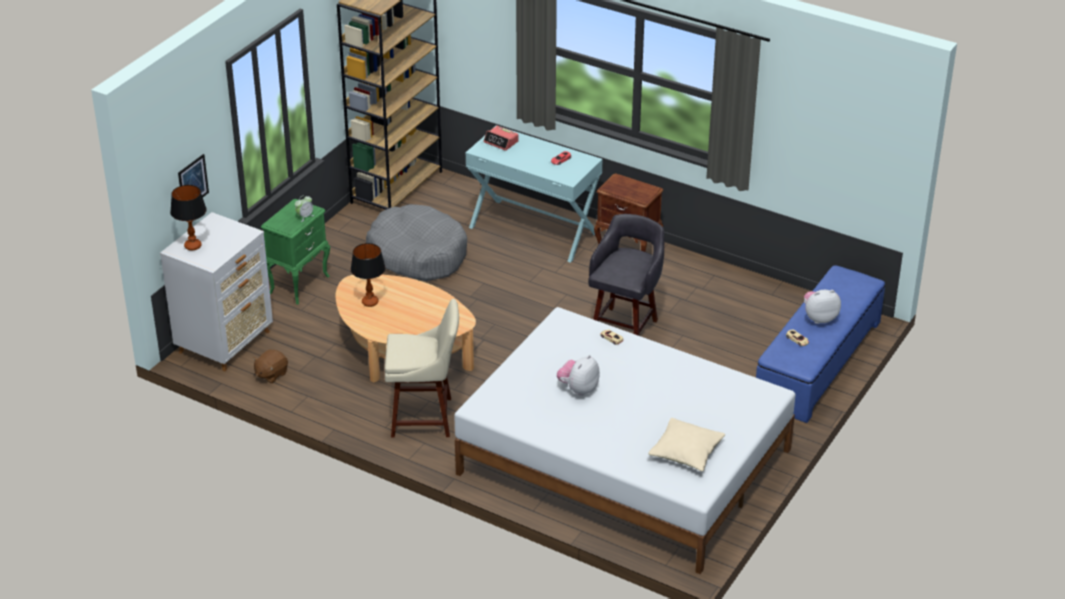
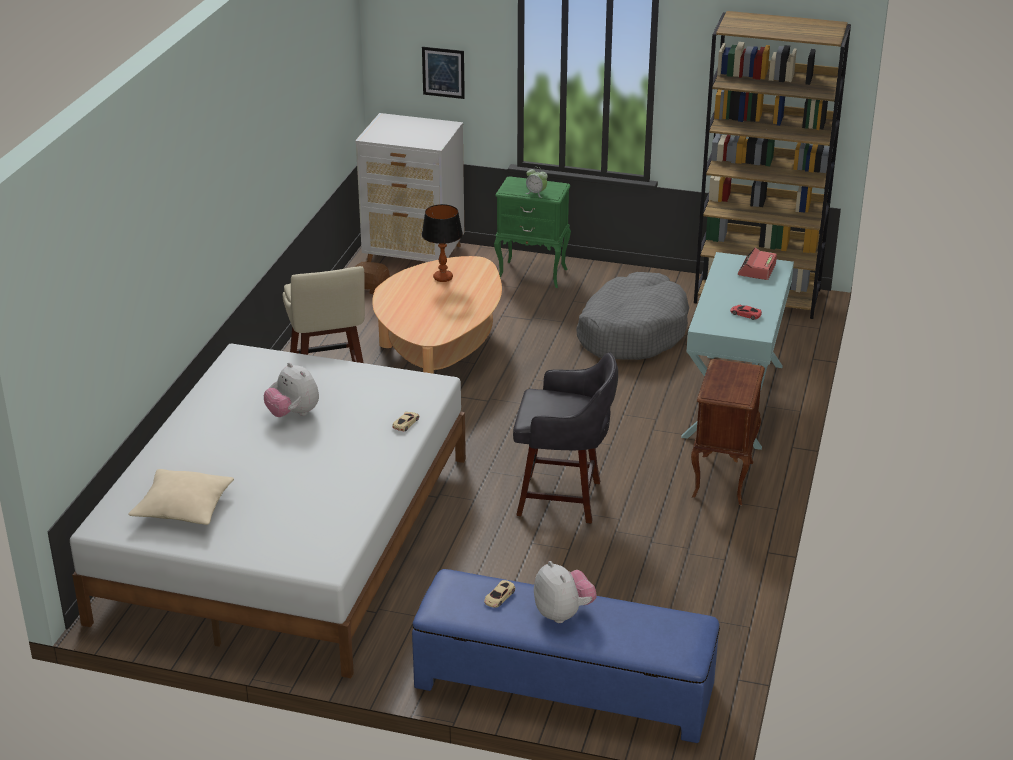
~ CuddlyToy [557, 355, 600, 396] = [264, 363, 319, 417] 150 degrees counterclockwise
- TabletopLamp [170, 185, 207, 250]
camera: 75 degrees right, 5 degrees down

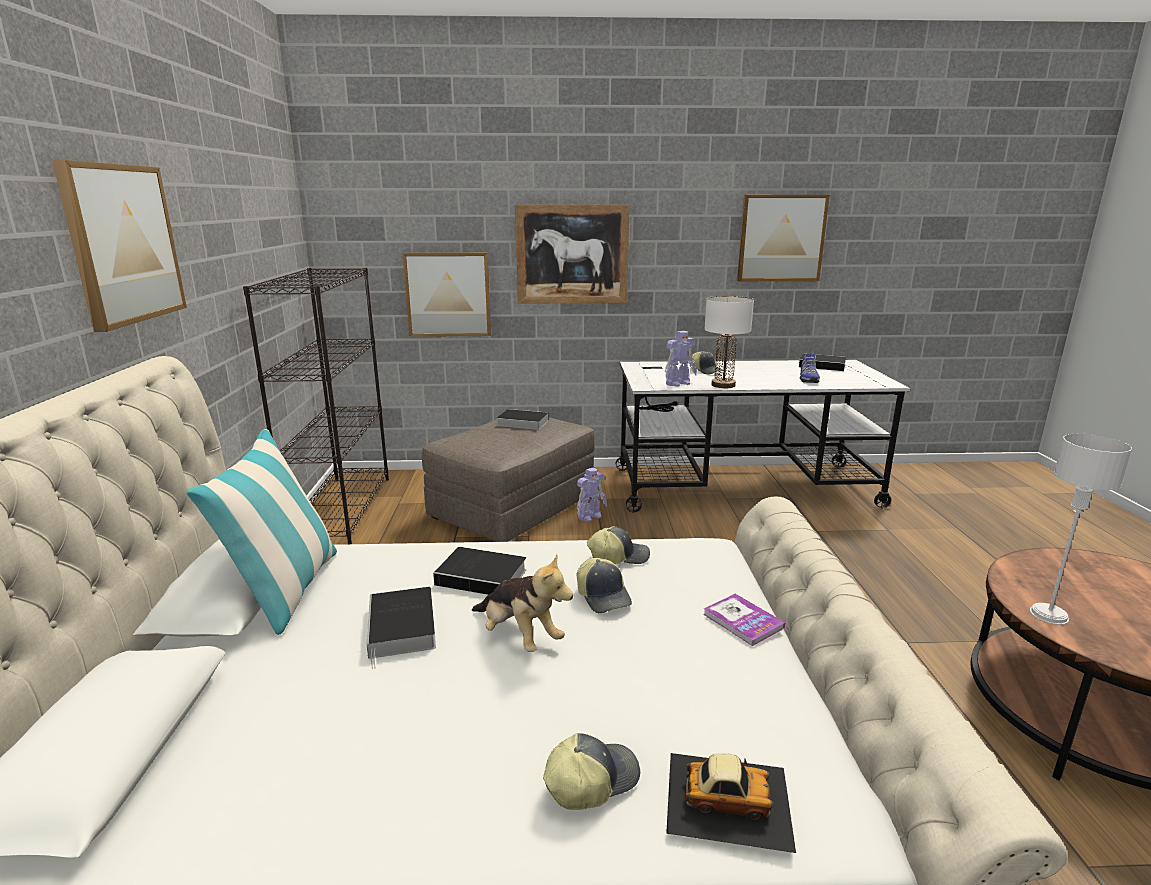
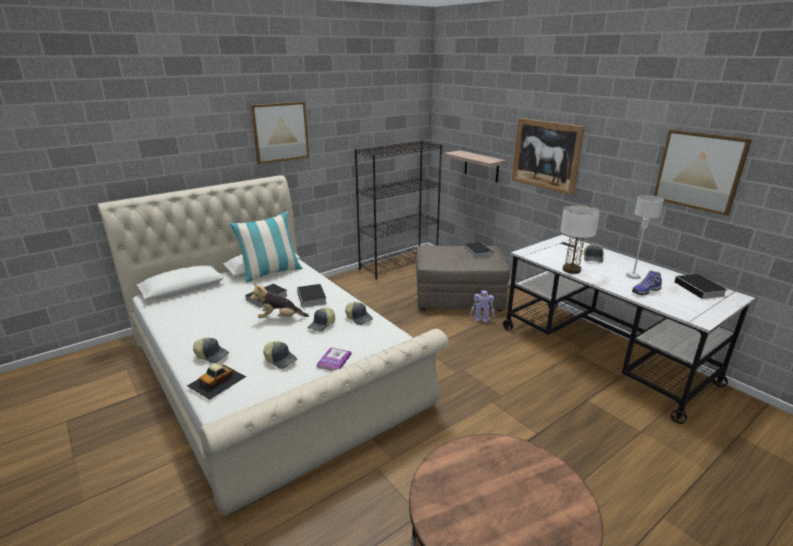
~ ModelCar [666, 753, 796, 853] = [187, 364, 246, 400] 60 degrees clockwise
~ CuddlyToy [472, 555, 573, 652] = [250, 284, 309, 318] 75 degrees clockwise
+ Cap [263, 341, 297, 369]
~ Picture [402, 252, 491, 337] to WallShelf [444, 150, 506, 182]
~ GreyishTabletopLamp [1030, 434, 1132, 625] to [625, 195, 664, 279]
- ToyRobot [665, 331, 697, 387]
camera: 55 degrees right, 5 degrees up

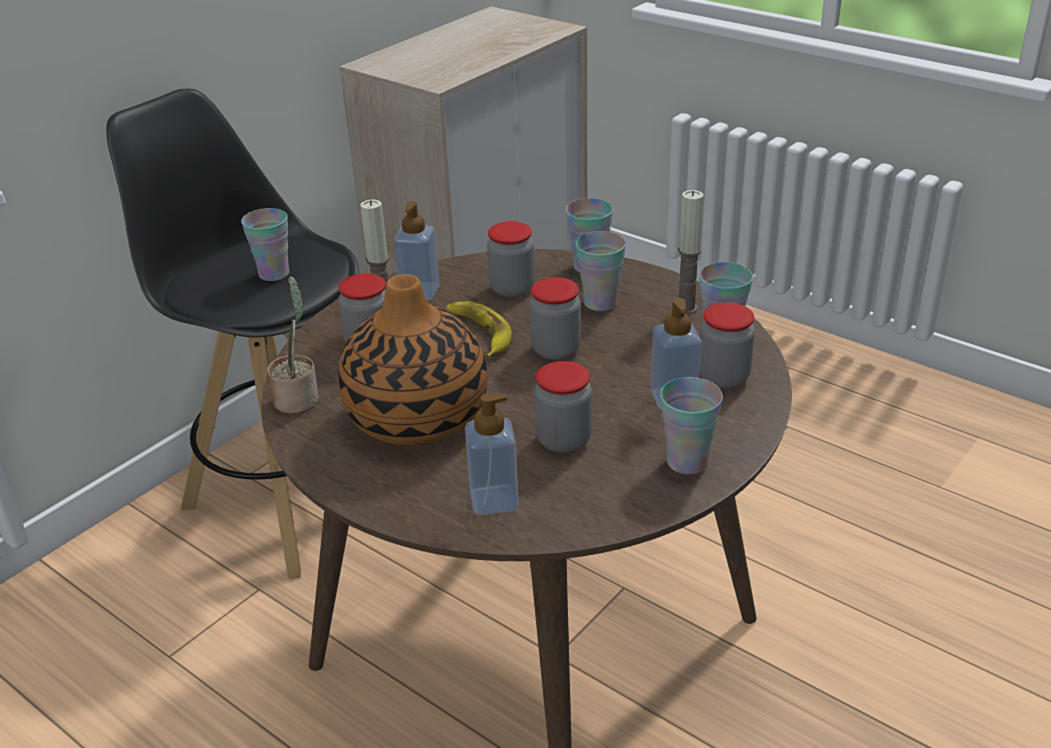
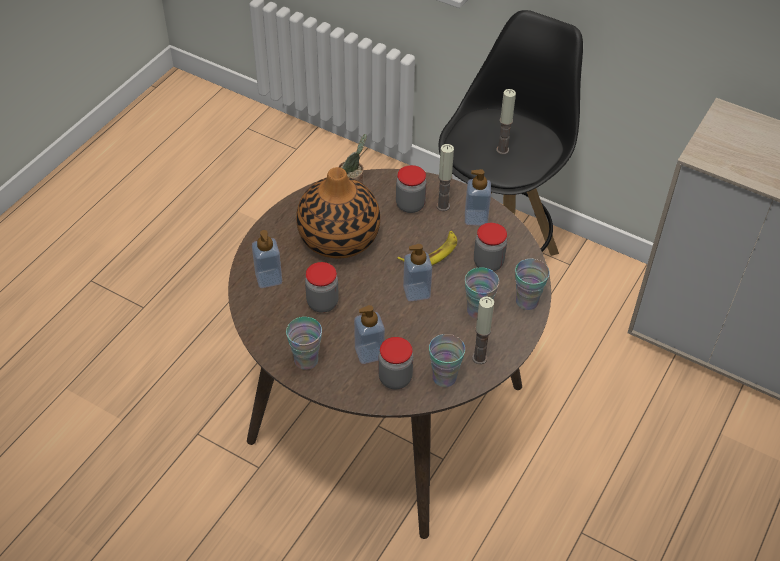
~ Jar [530, 277, 581, 360] to SoapDispenser [403, 244, 432, 301]
~ DrinkingCup [241, 208, 289, 281] to WaxLight [496, 89, 516, 155]
camera: 80 degrees right, 15 degrees up

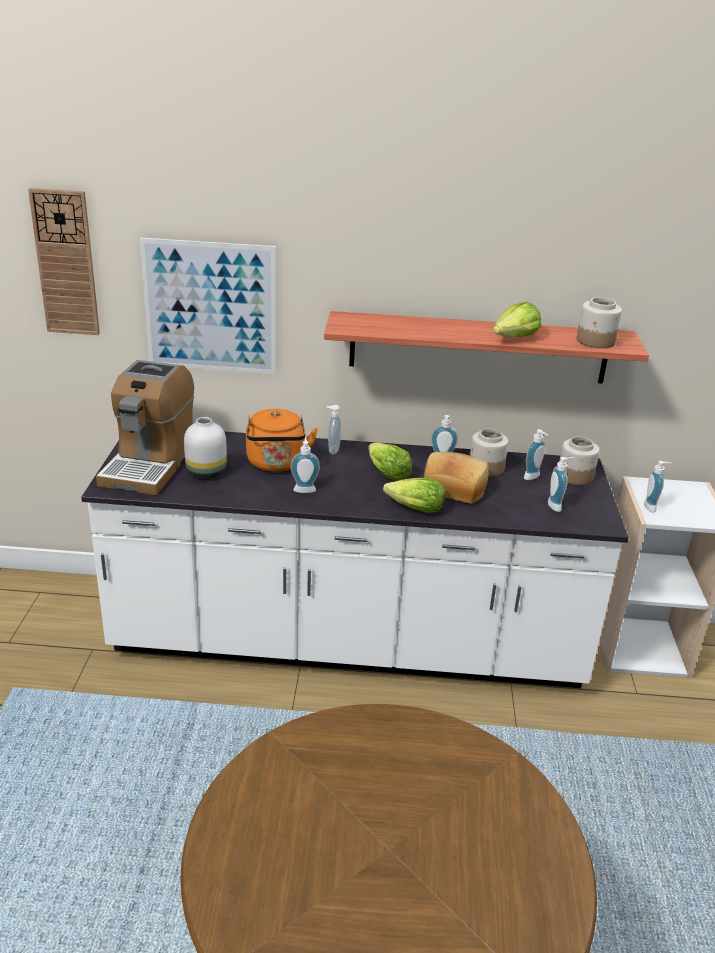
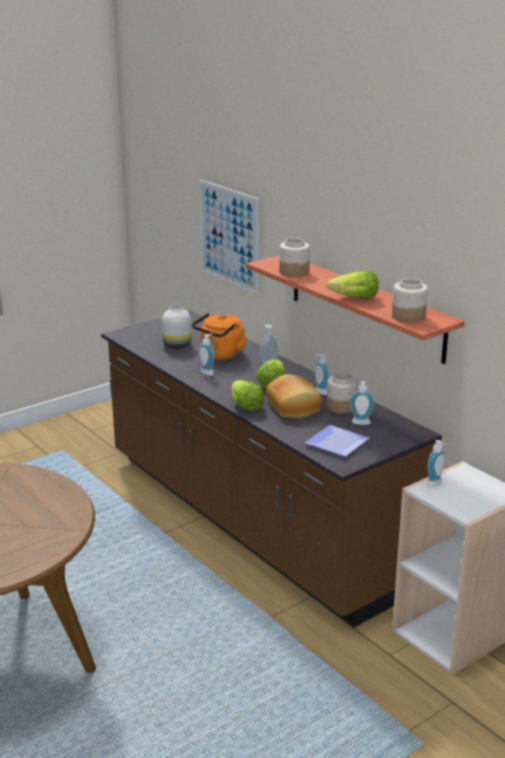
~ WhiteKitchenBaseUnit [81, 431, 629, 688] to BrownishKitchenBaseUnit [101, 310, 442, 627]
~ Jar [559, 436, 599, 485] to [279, 238, 310, 277]
~ SoapDispenser [548, 457, 574, 512] to FlatDish [305, 425, 370, 457]
- HangingClock [28, 188, 100, 335]
- CoffeeMaker [96, 360, 194, 495]
camera: 50 degrees right, 5 degrees down

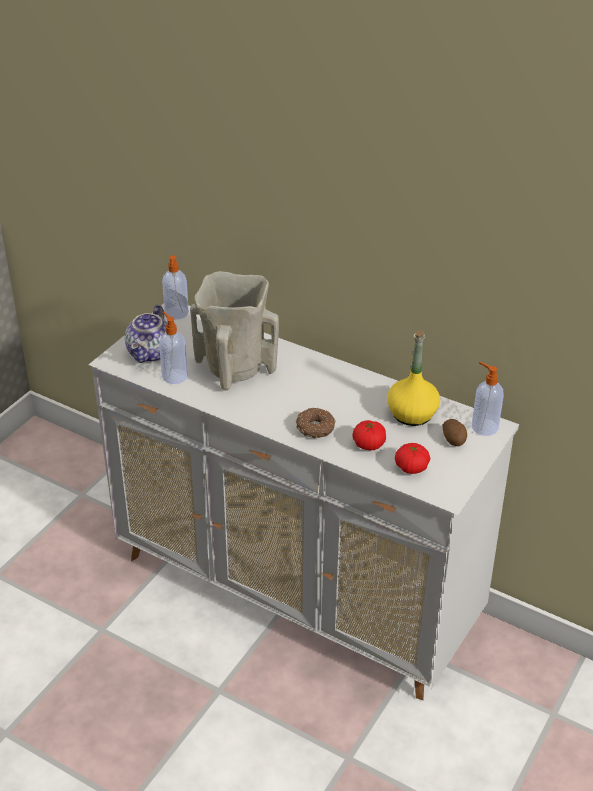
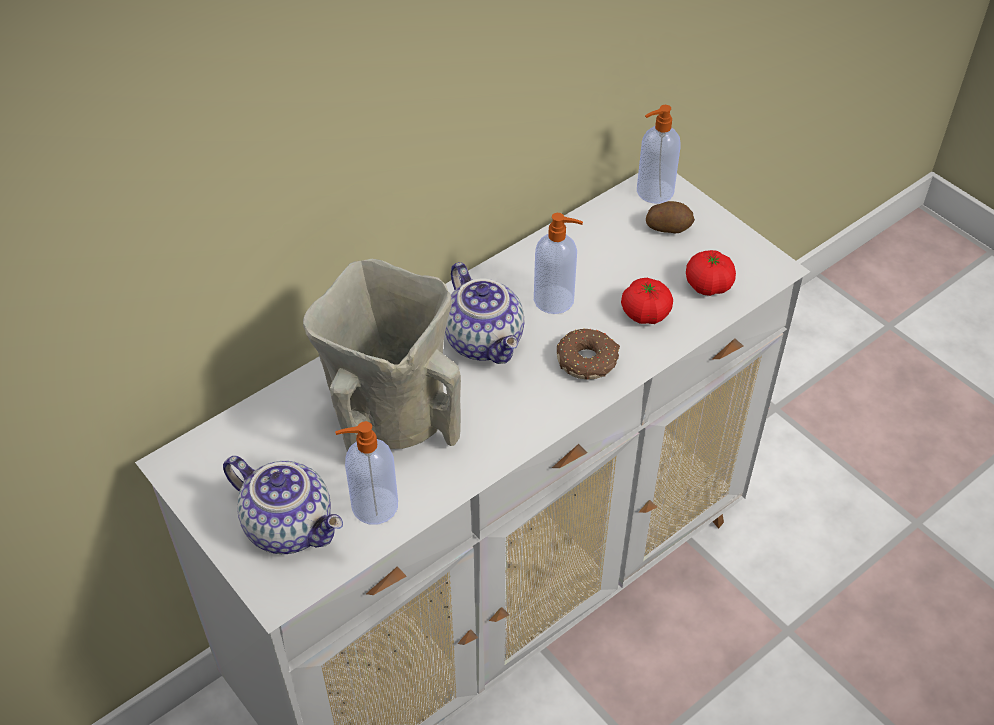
+ TeaPot [445, 262, 524, 364]
~ SoapDispenser [162, 255, 189, 320] to [534, 213, 583, 314]
- YellowColouredDrinkBottle [387, 330, 440, 426]
camera: 70 degrees left, 10 degrees up

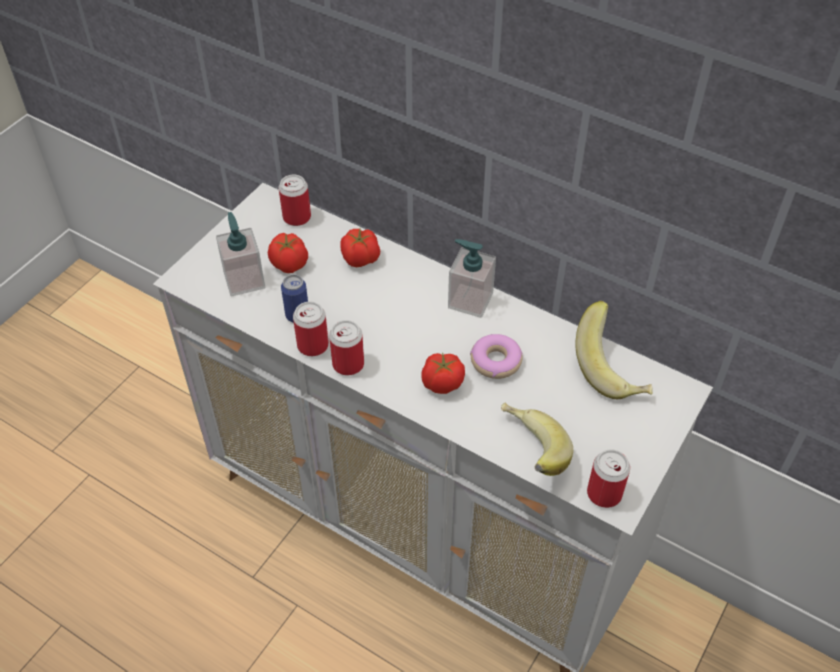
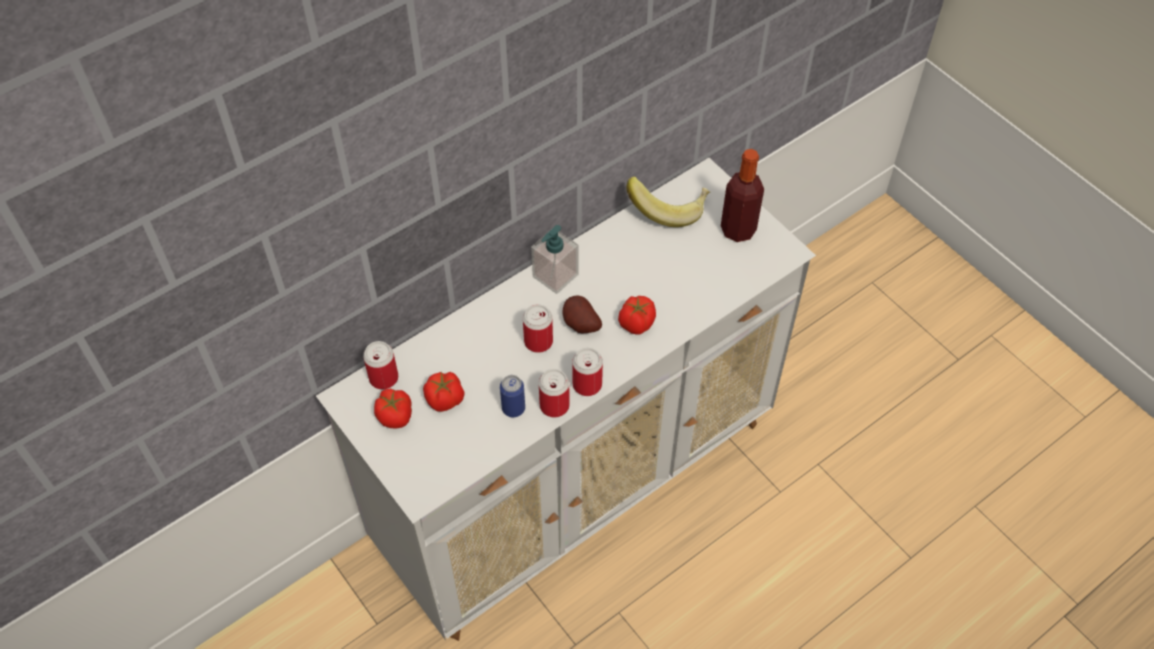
~ FreshTomato [340, 228, 380, 267] to [374, 389, 412, 429]
~ SealedCan [587, 449, 630, 508] to [523, 304, 553, 353]
+ Potato [562, 295, 602, 334]
+ DrinkBottle [721, 149, 764, 242]
- SoapDispenser [216, 212, 265, 297]
- Donut [470, 334, 523, 379]
- WholeBanana [501, 403, 573, 476]
camera: 70 degrees left, 5 degrees up

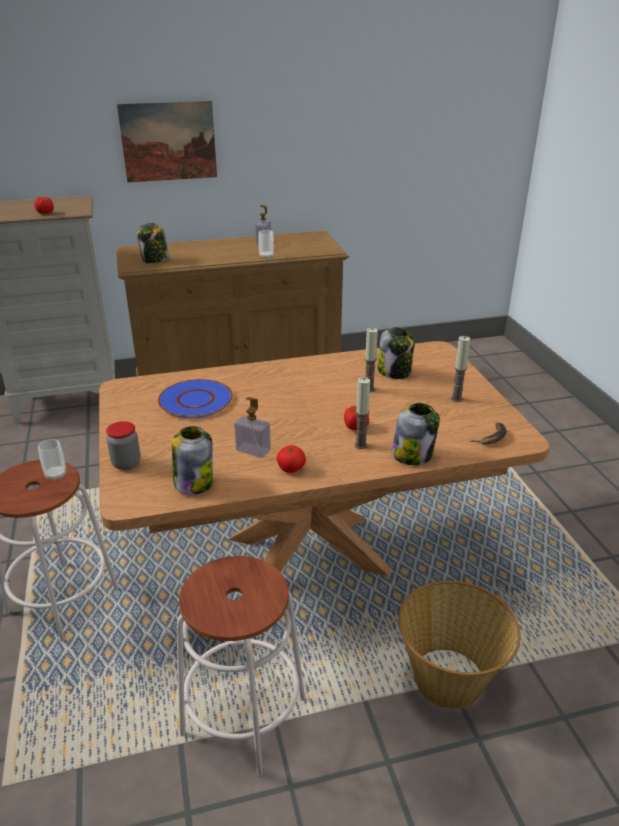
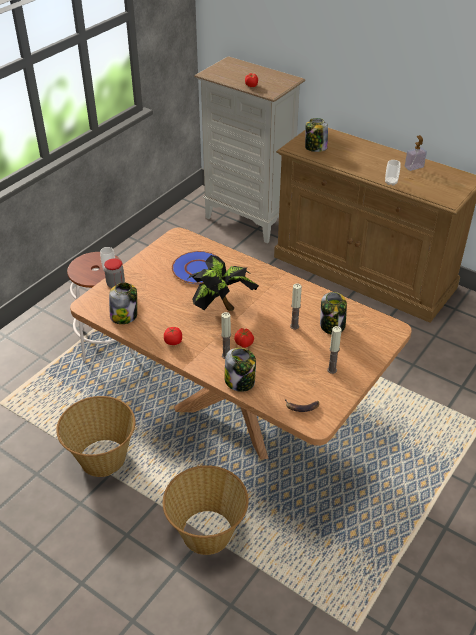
~ WhiteSittingStool [177, 556, 305, 776] to StorageBasket [56, 396, 135, 477]
+ PlantInAPot [188, 255, 259, 311]
- Picture [117, 101, 217, 182]
- SoapDispenser [234, 397, 271, 458]
camera: 50 degrees right, 10 degrees up

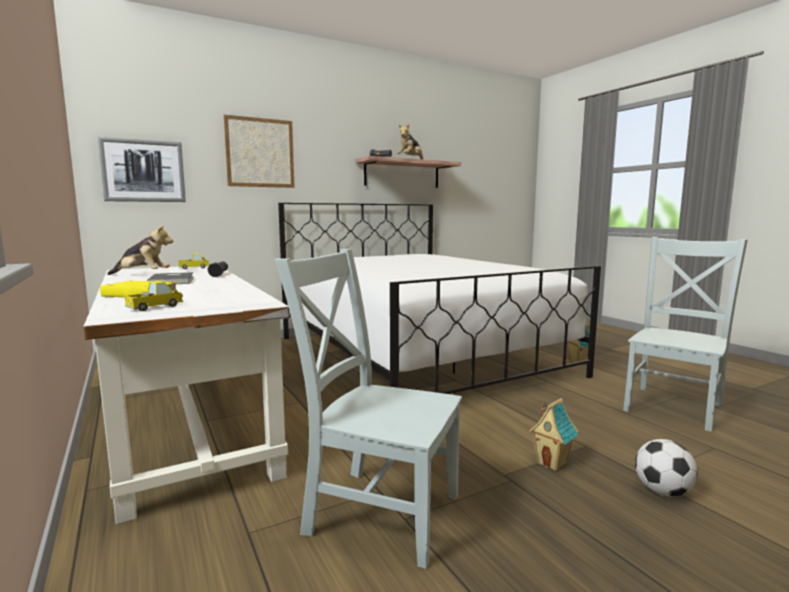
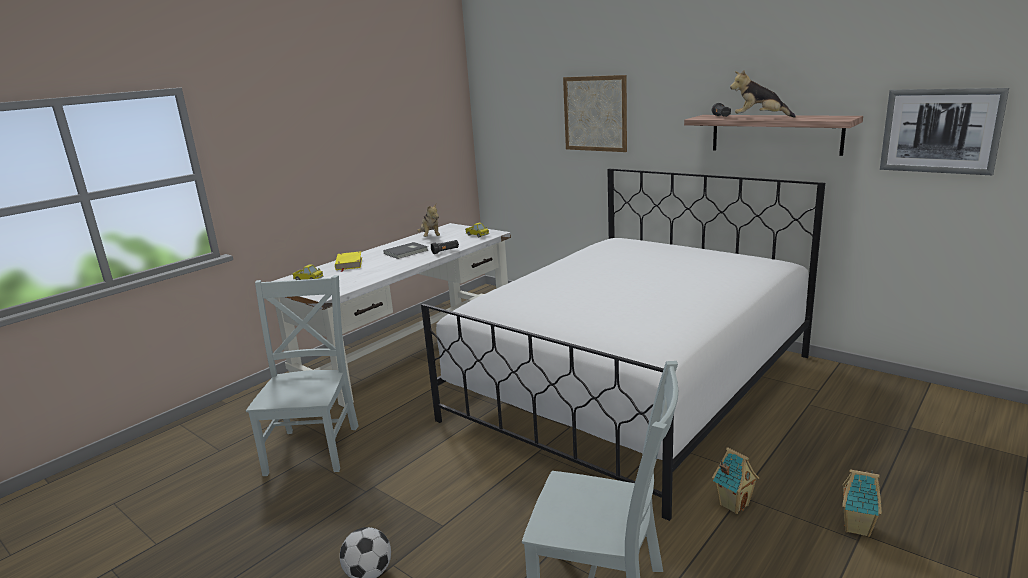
~ MiniatureHouse [529, 398, 579, 471] to [842, 469, 882, 537]
~ Picture [97, 137, 186, 202] to [880, 88, 1009, 175]
camera: 70 degrees right, 10 degrees up

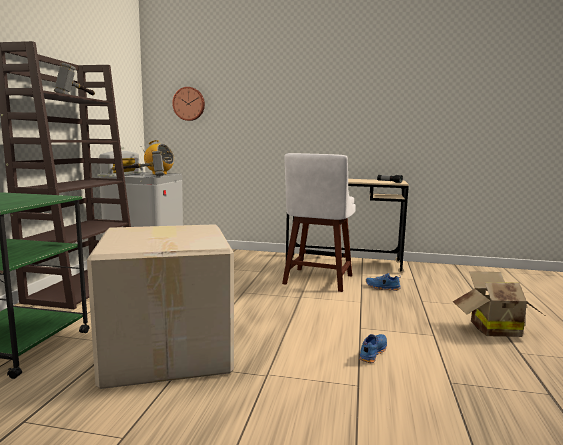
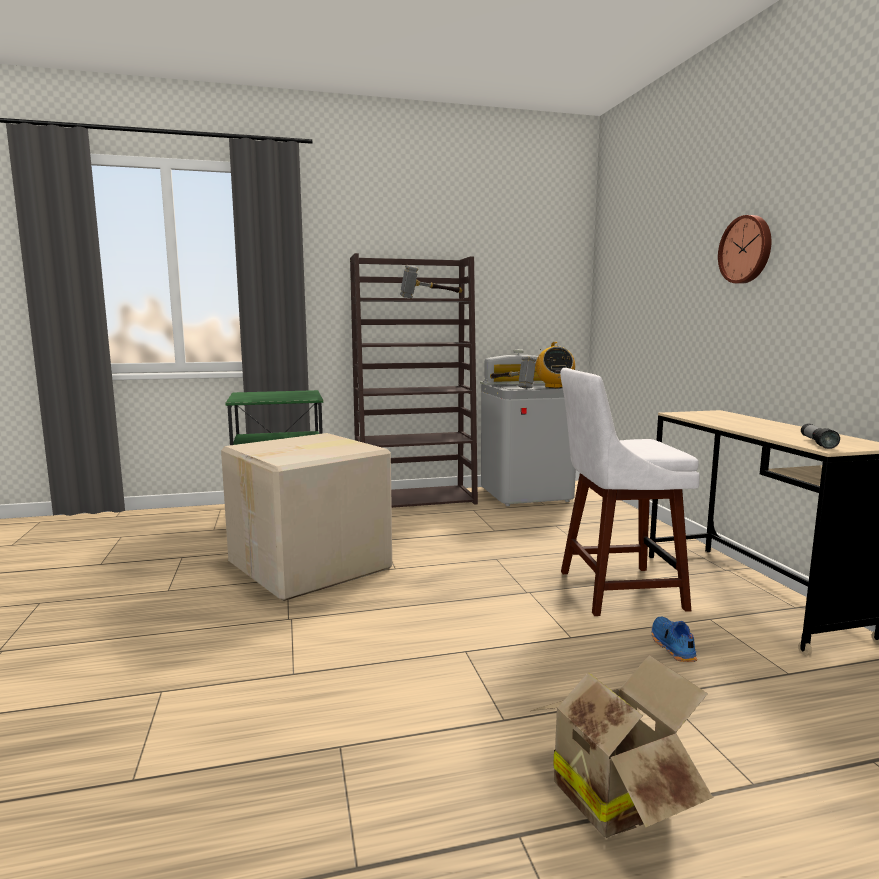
~ HangingClock [172, 87, 205, 121] to [718, 215, 771, 284]
- BluishItemOfFootwear [359, 334, 387, 363]
camera: 65 degrees right, 0 degrees up

